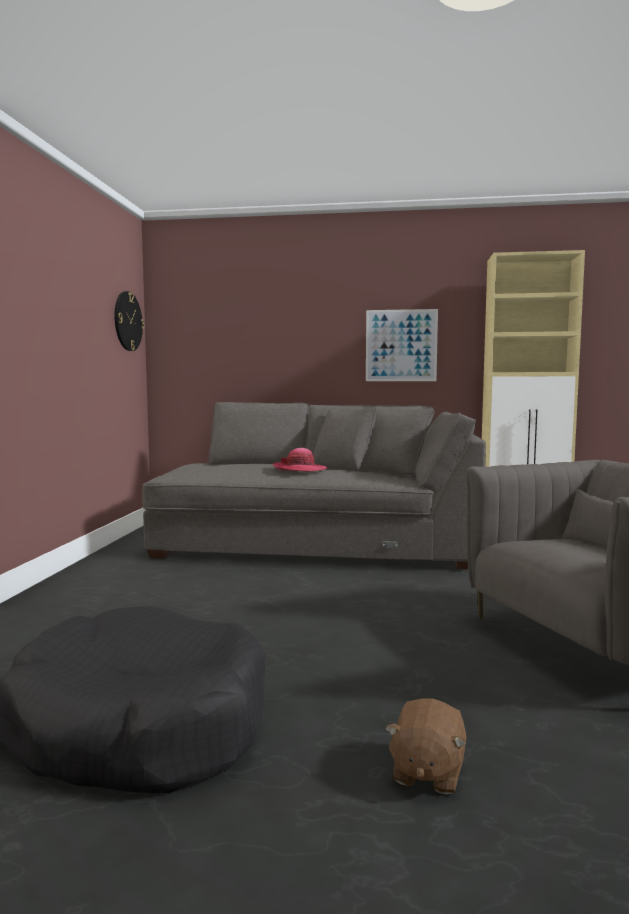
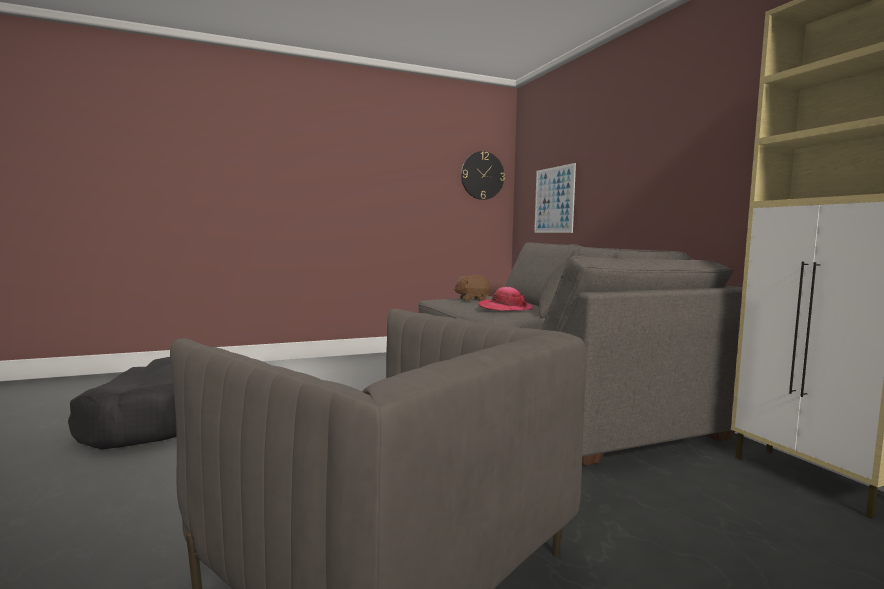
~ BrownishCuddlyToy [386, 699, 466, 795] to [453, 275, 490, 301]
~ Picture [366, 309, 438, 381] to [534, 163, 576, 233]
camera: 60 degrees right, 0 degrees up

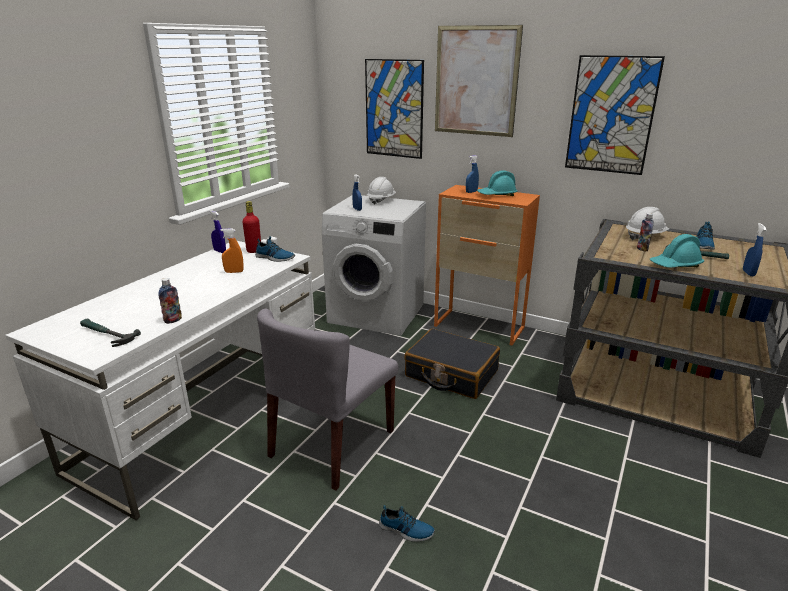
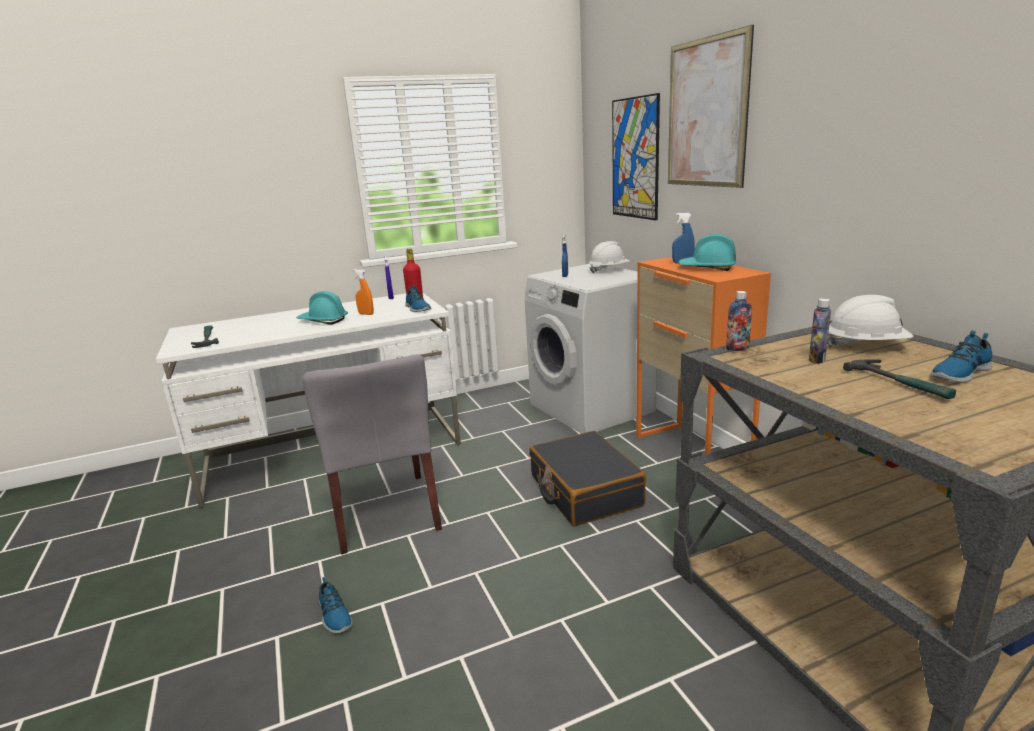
~ TurquoiseColouredSafetyHelmet [650, 234, 704, 268] to [297, 291, 348, 325]
~ GreyishUprightChair [257, 309, 398, 491] = [302, 354, 442, 554] 90 degrees counterclockwise
~ DrinkBottle [158, 278, 182, 324] to [726, 291, 752, 351]
- Picture [565, 55, 665, 175]
- BluishSprayBottle [743, 223, 766, 276]
camera: 40 degrees right, 5 degrees down

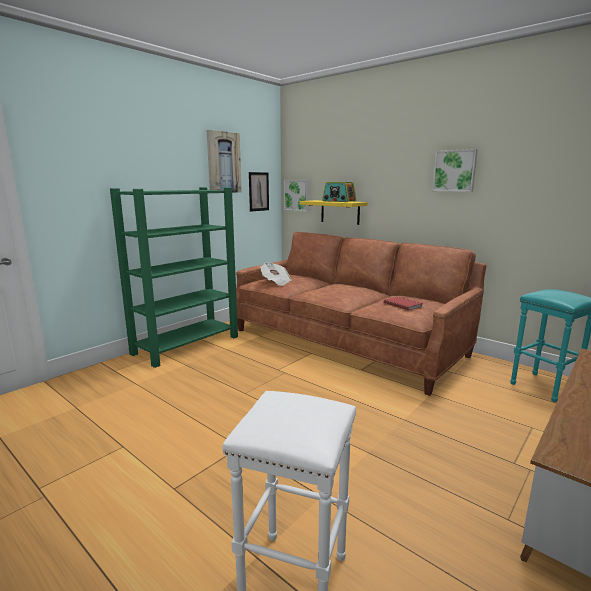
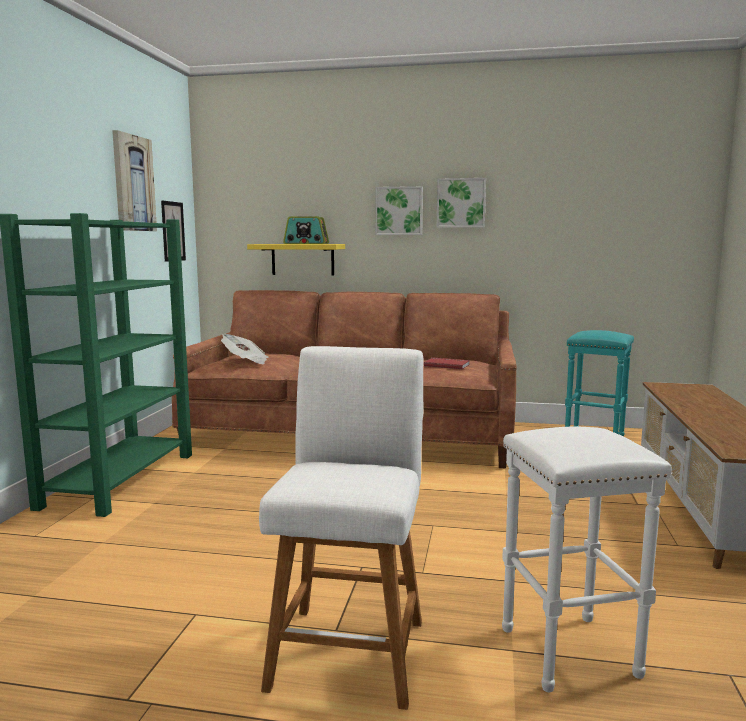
+ WhiteSittingStool [259, 346, 424, 710]
~ Picture [284, 180, 309, 211] to [375, 186, 423, 235]
camera: 30 degrees left, 5 degrees down

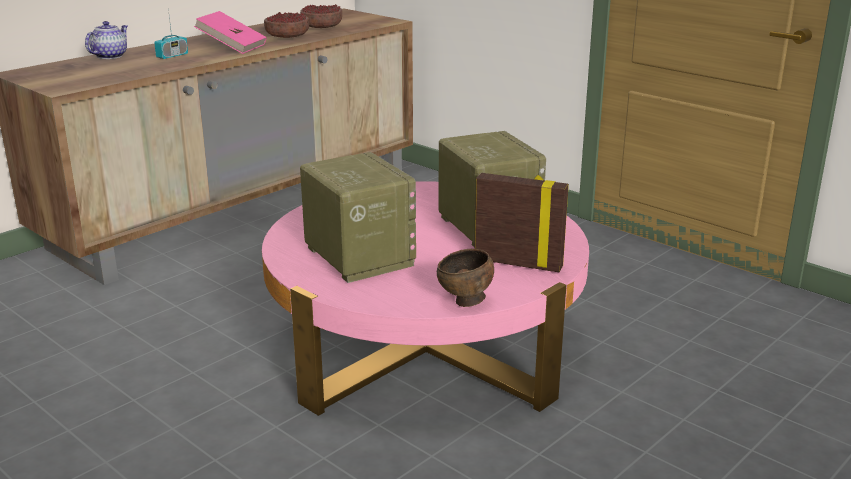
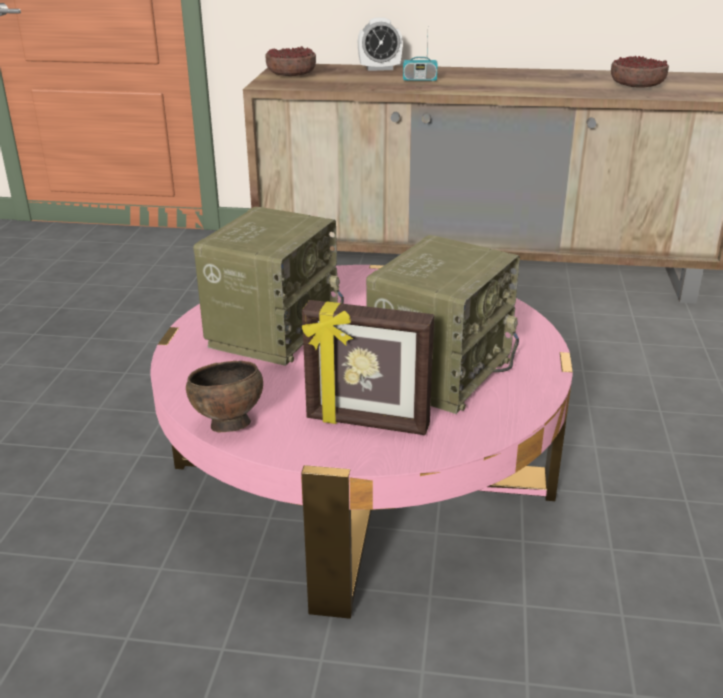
~ DeepDish [264, 12, 309, 38] to [265, 46, 316, 76]
~ PictureFrame [475, 173, 569, 272] = [302, 300, 434, 435] 120 degrees clockwise
~ TeaPot [85, 21, 128, 59] to BedsideClock [358, 17, 403, 71]
- PinkColouredBoundBook [194, 11, 267, 54]
camera: 55 degrees right, 5 degrees up

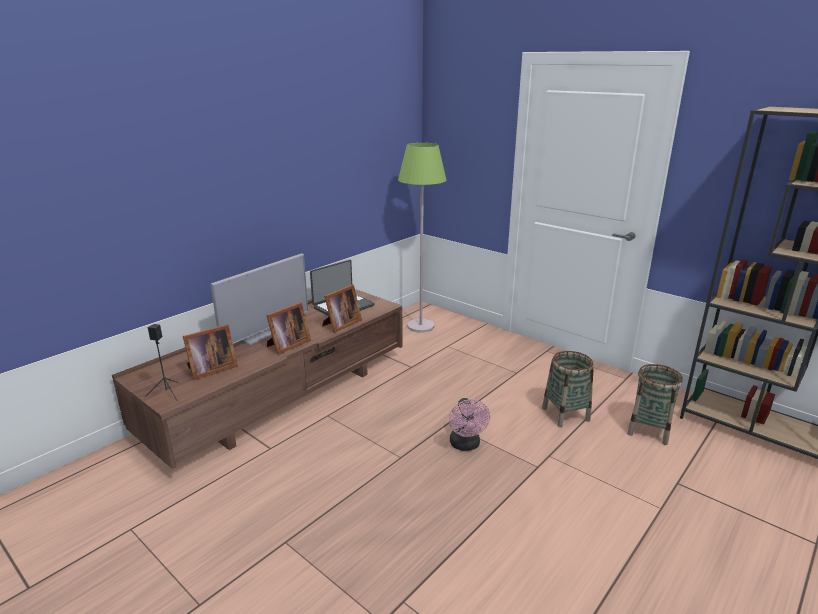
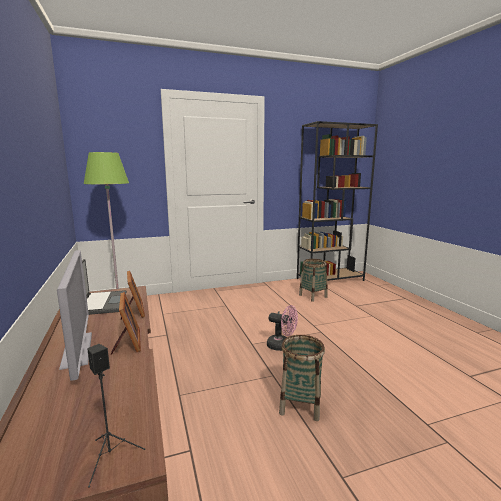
~ StorageBasket [542, 351, 594, 427] to [279, 335, 325, 421]
- PictureFrame [183, 324, 238, 380]
camera: 60 degrees left, 10 degrees down

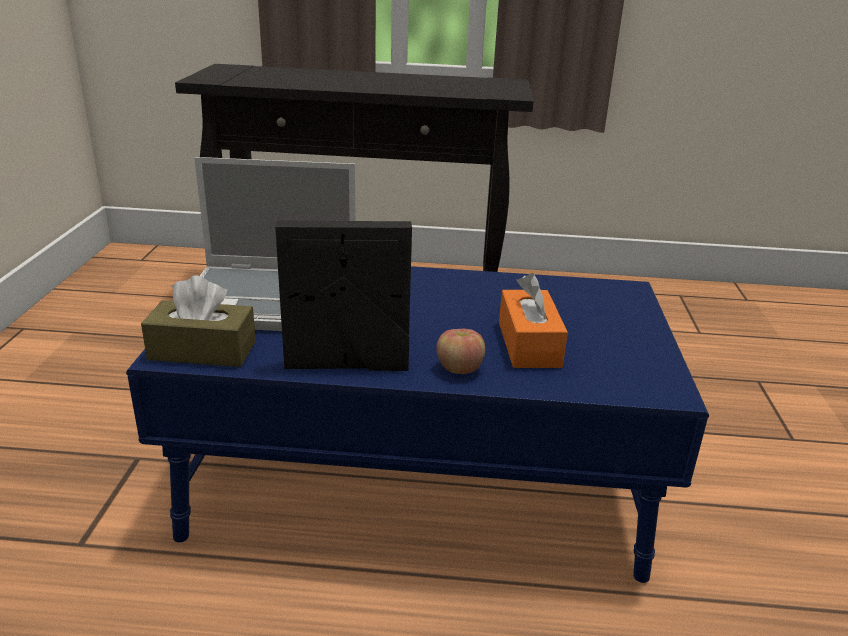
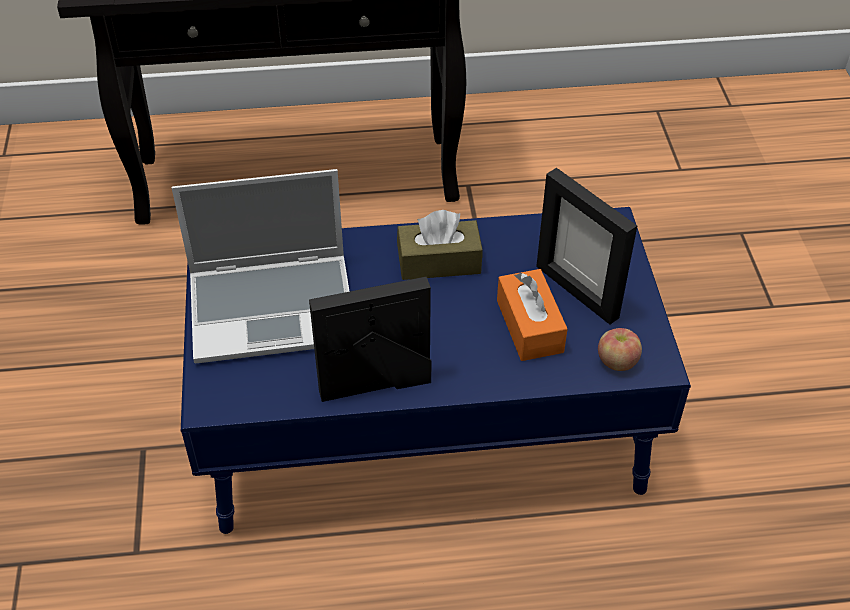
~ BrownishTissueBox [141, 275, 256, 367] to [397, 210, 483, 280]
+ PictureFrame [536, 168, 637, 325]
~ WholeApple [436, 329, 485, 374] to [598, 328, 642, 371]
camera: 10 degrees left, 20 degrees up

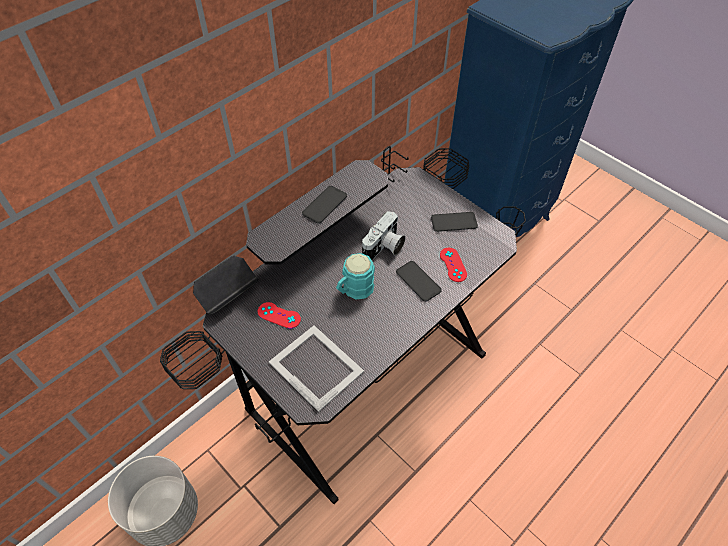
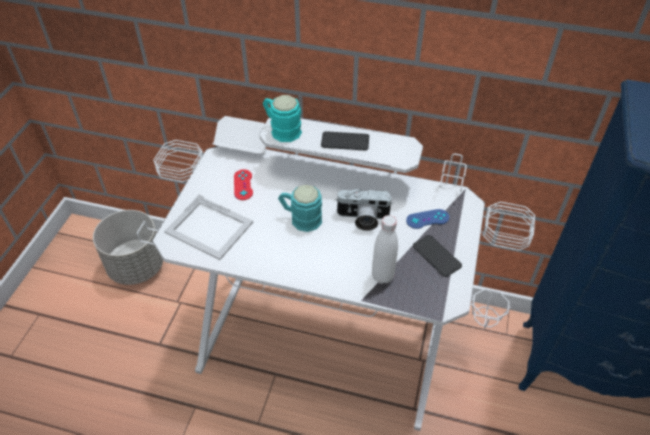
~ BlackColouredDeskUnit [160, 146, 526, 504] to WhiteDeskUnit [137, 116, 535, 431]
~ PictureFrame [269, 326, 364, 412] = [164, 194, 253, 260] 105 degrees clockwise
+ TurquoiseColouredCoffeeMug [263, 95, 302, 142]
~ RedJoypad [440, 248, 467, 282] to WhiteDrinkBottle [372, 215, 398, 284]
+ BluishJoypad [406, 209, 449, 229]
- Telephone [396, 261, 442, 302]
camera: 60 degrees right, 5 degrees down

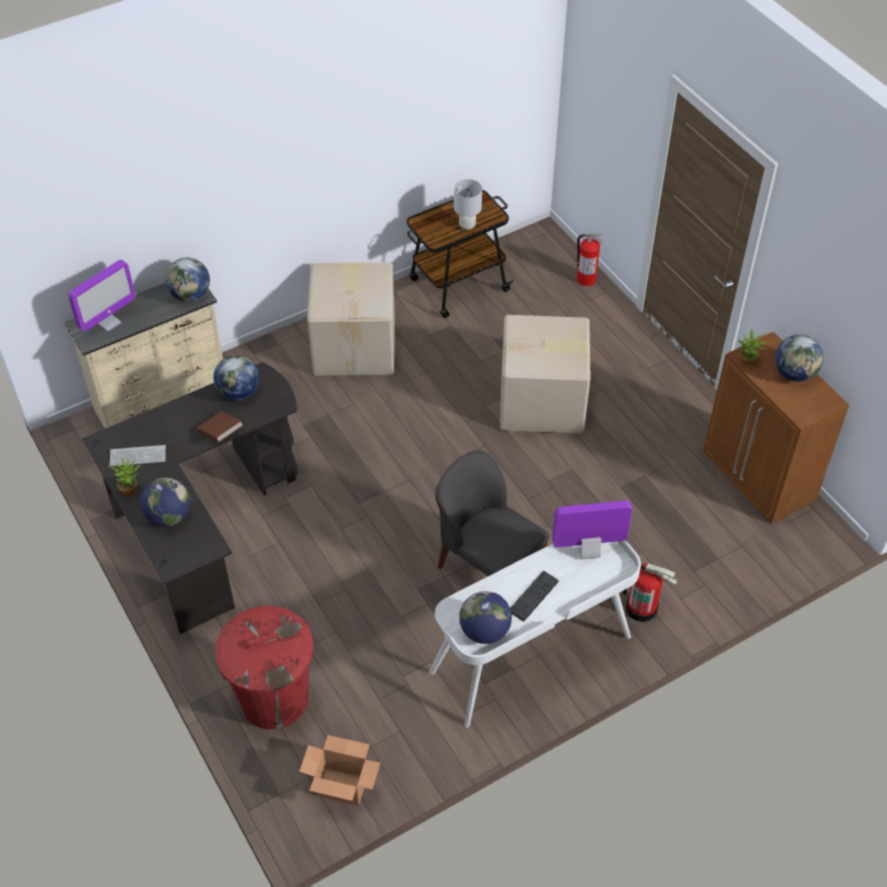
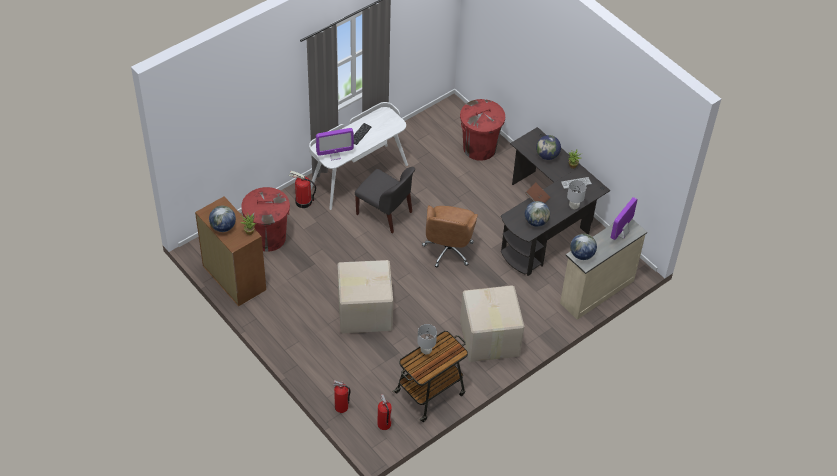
+ RedTrashCan [241, 187, 290, 252]
+ FireFightingCylinder [378, 394, 392, 430]
+ BrownishOfficeChair [422, 205, 478, 267]
+ GreyishTabletopLamp [567, 180, 586, 209]
- Carton [299, 735, 380, 806]
- Globe [459, 591, 512, 644]
camera: 170 degrees right, 0 degrees up

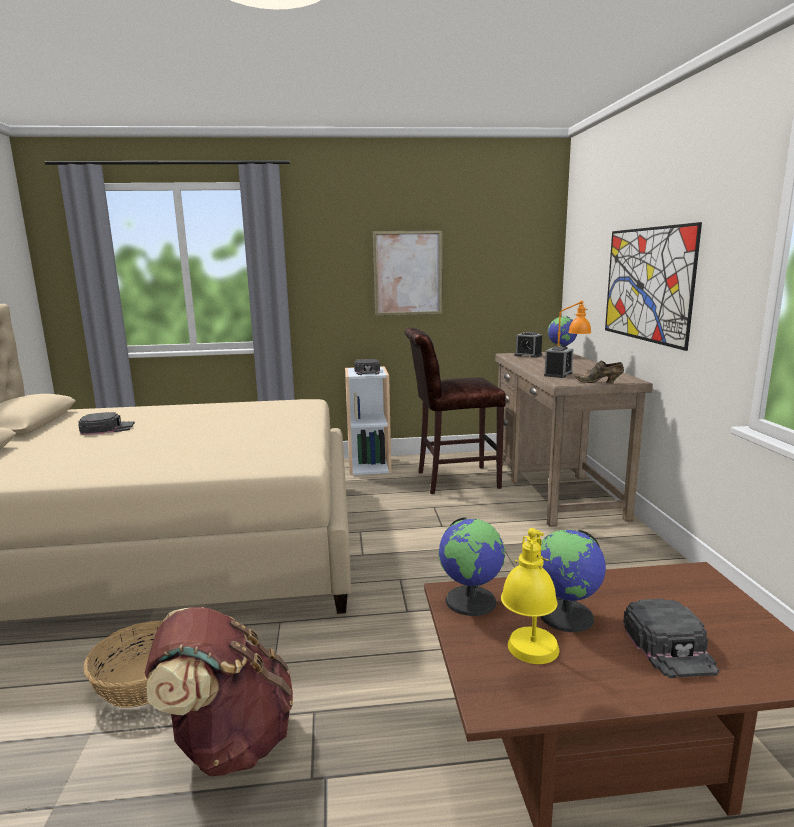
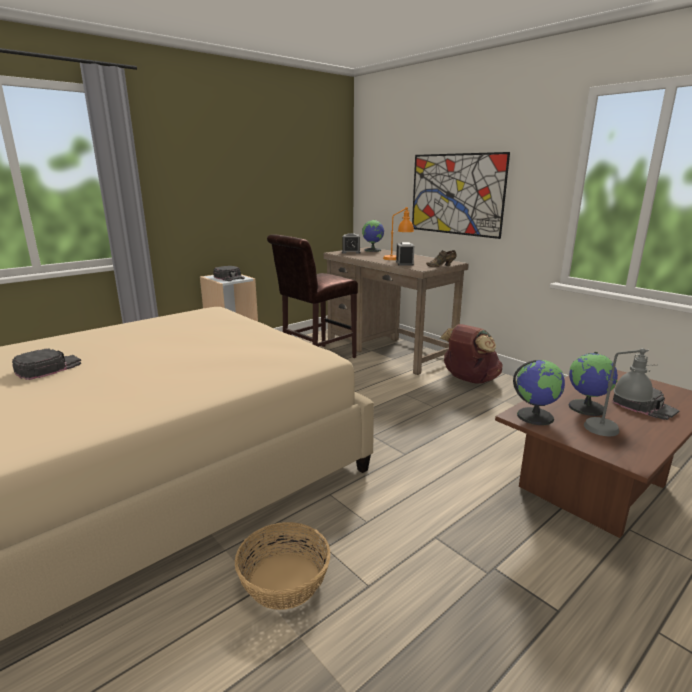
~ BrownishRucksack [145, 607, 293, 776] to [440, 324, 503, 383]
~ YellowColouredTabletopLamp [501, 528, 559, 664] to GreyishTabletopLamp [584, 348, 658, 436]
- Picture [372, 230, 442, 316]
camera: 35 degrees left, 5 degrees up

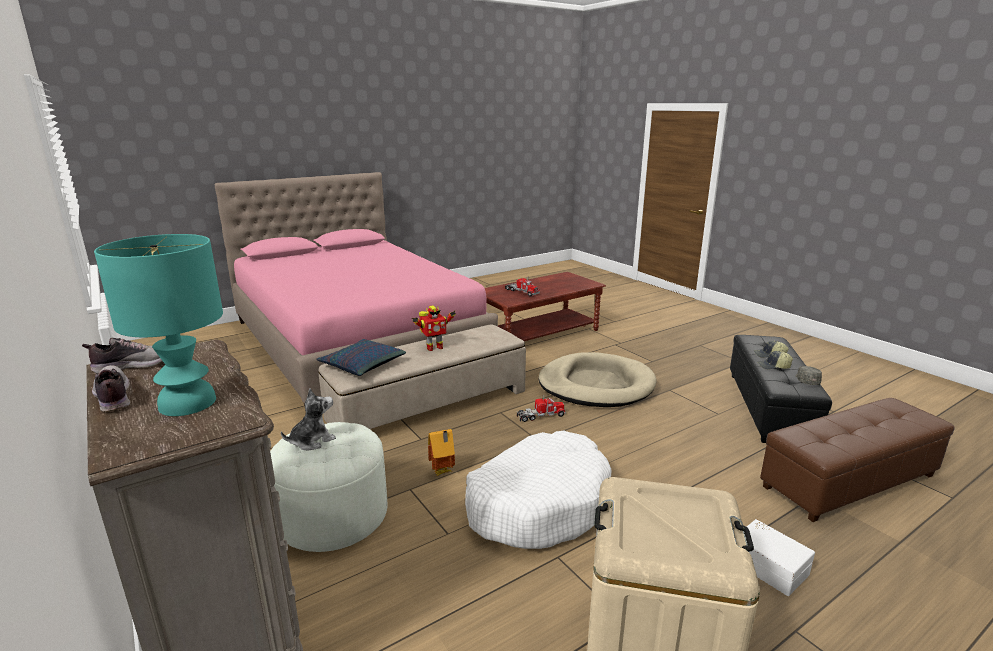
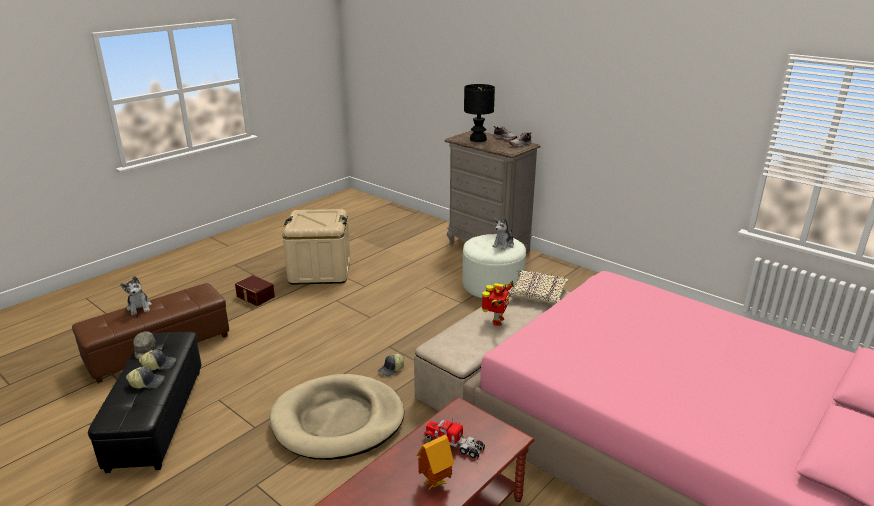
+ CuddlyToy [120, 276, 152, 315]
~ WhiteStorageContainer [744, 519, 815, 596] to BrownishStorageContainer [235, 275, 275, 306]
~ ToyTruck [517, 397, 566, 422] to Cap [378, 354, 404, 377]
~ MiniatureHouse [428, 429, 455, 476] to [417, 435, 454, 490]
~ TurquoiseColouredTabletopLamp [94, 234, 223, 416] to BlackColouredTabletopLamp [464, 84, 495, 142]
~ ToyRobot [412, 306, 456, 351] = [482, 281, 514, 326] 150 degrees clockwise
~ BluishCushion [316, 339, 406, 376] to BeigeCushion [509, 271, 569, 304]
- WhiteDogBed [465, 431, 612, 549]
camera: 165 degrees right, 5 degrees up

